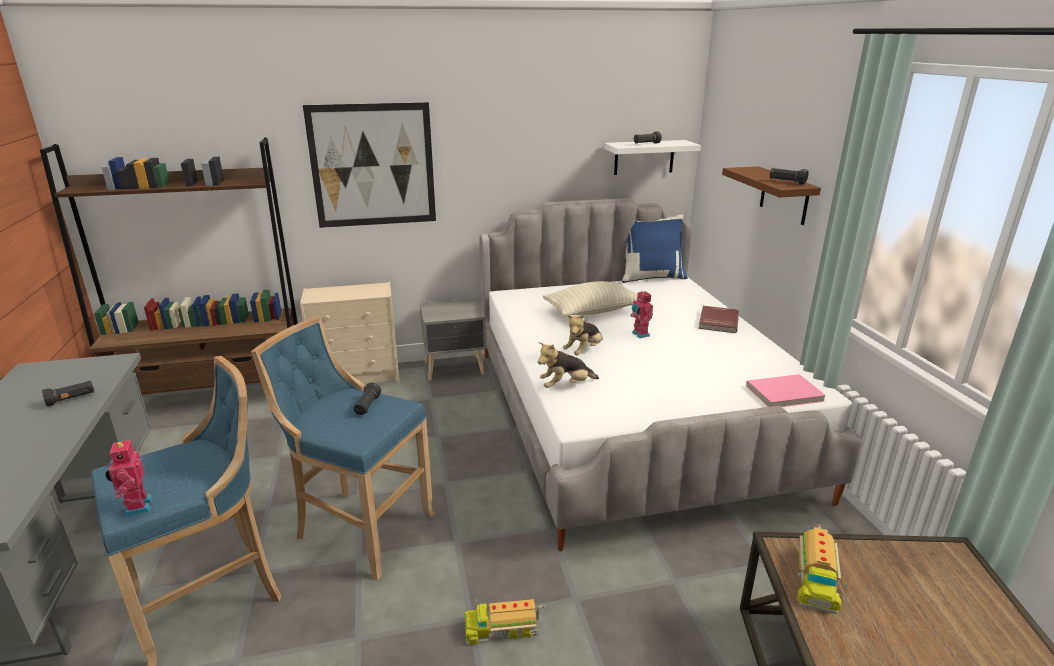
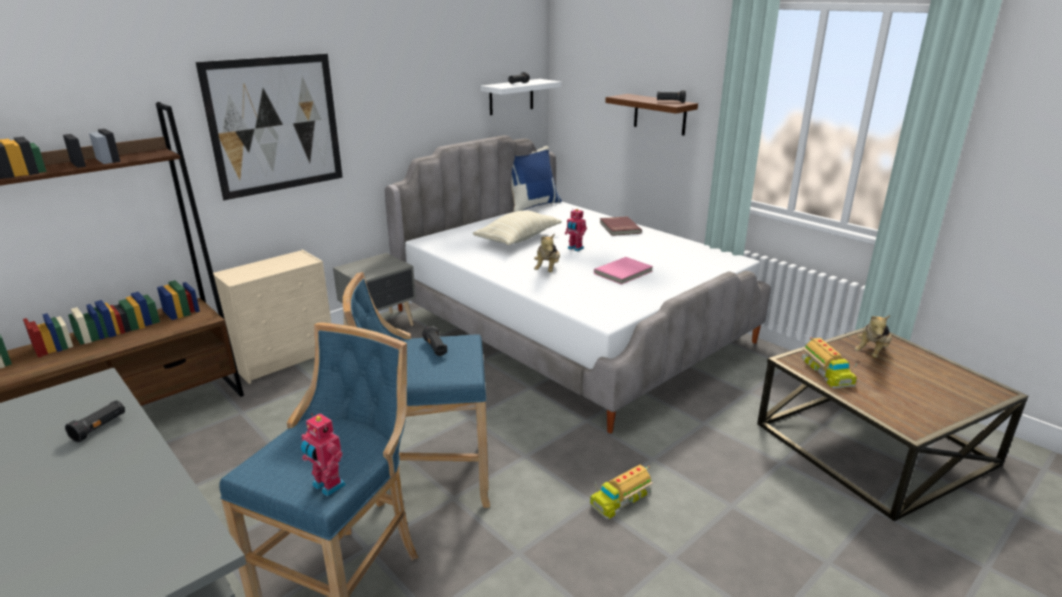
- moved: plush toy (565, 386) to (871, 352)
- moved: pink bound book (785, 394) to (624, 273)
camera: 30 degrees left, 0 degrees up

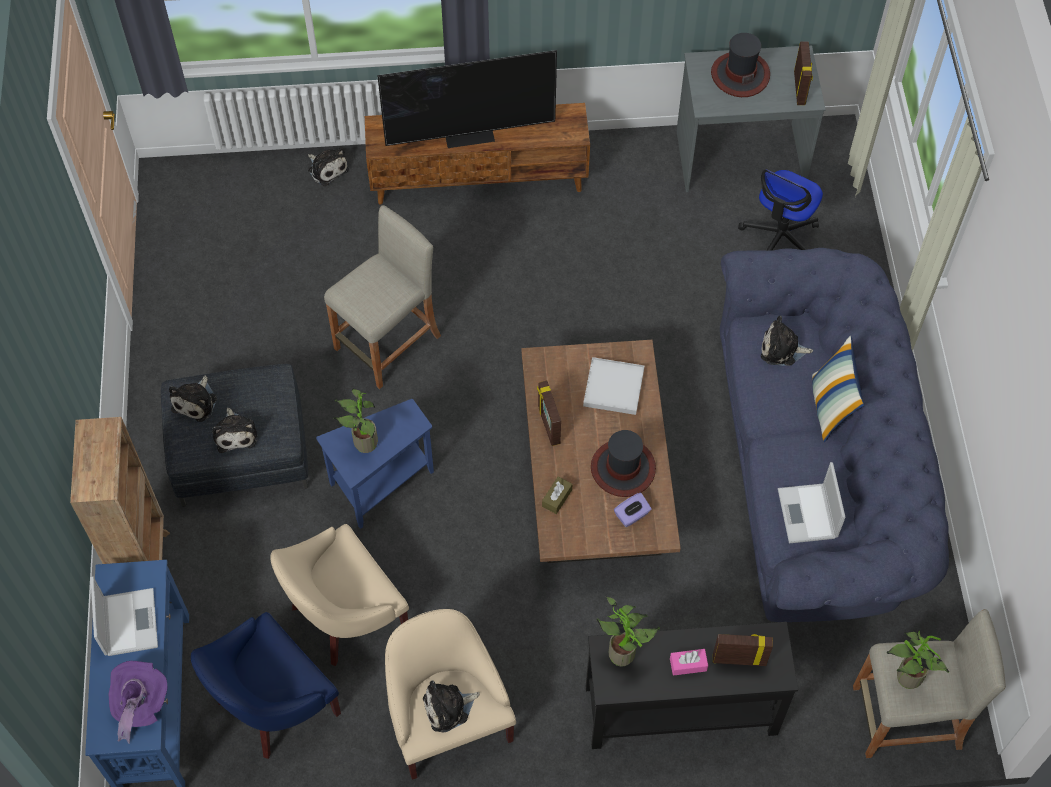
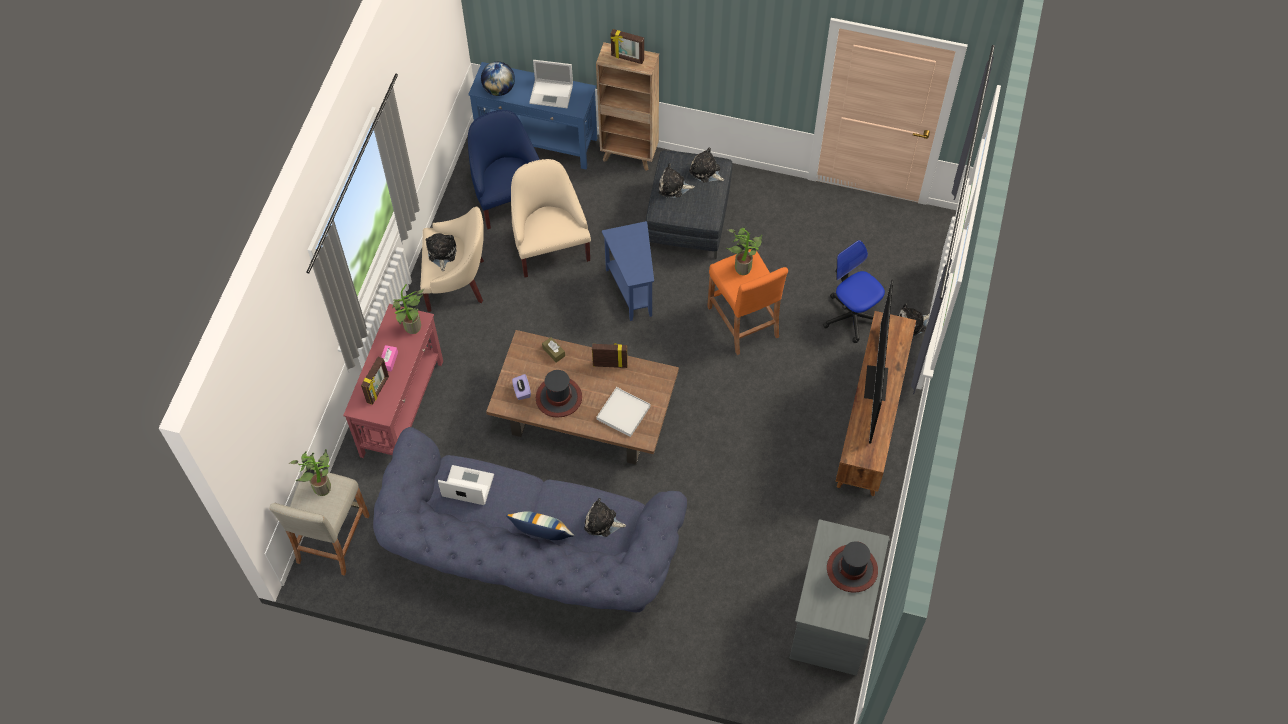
- replaced: purple-coloured clothing hat (139, 704) to globe (499, 89)
- recoloured: beige sitting stool (388, 343) to orangey sitting stool (743, 322)
- moved: houseplant (362, 443) to (743, 266)
- recoloured: blackish hall table (679, 710) to red-coloured hall table (403, 407)
- moved: office chair (780, 237) to (852, 316)
- turned: plush toy (782, 349) = (602, 522) 105 degrees counterclockwise
- moved: standing frame (800, 88) to (627, 58)
camera: 110 degrees right, 0 degrees up

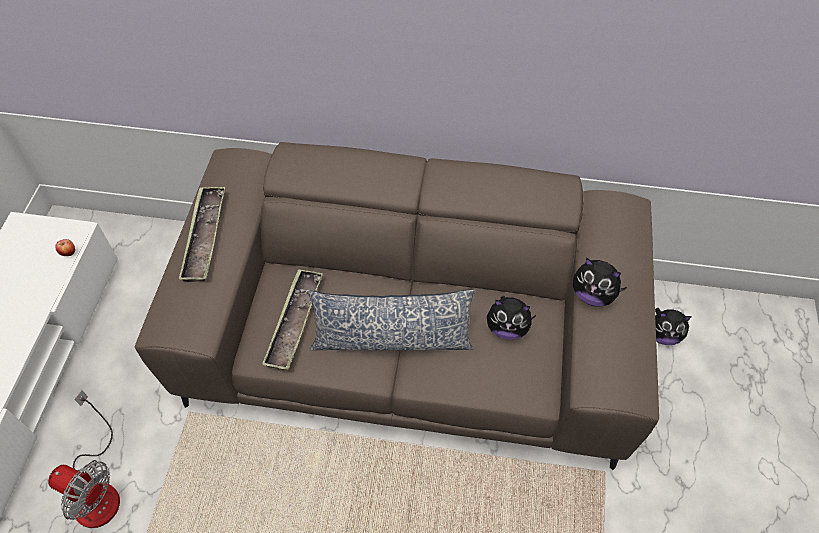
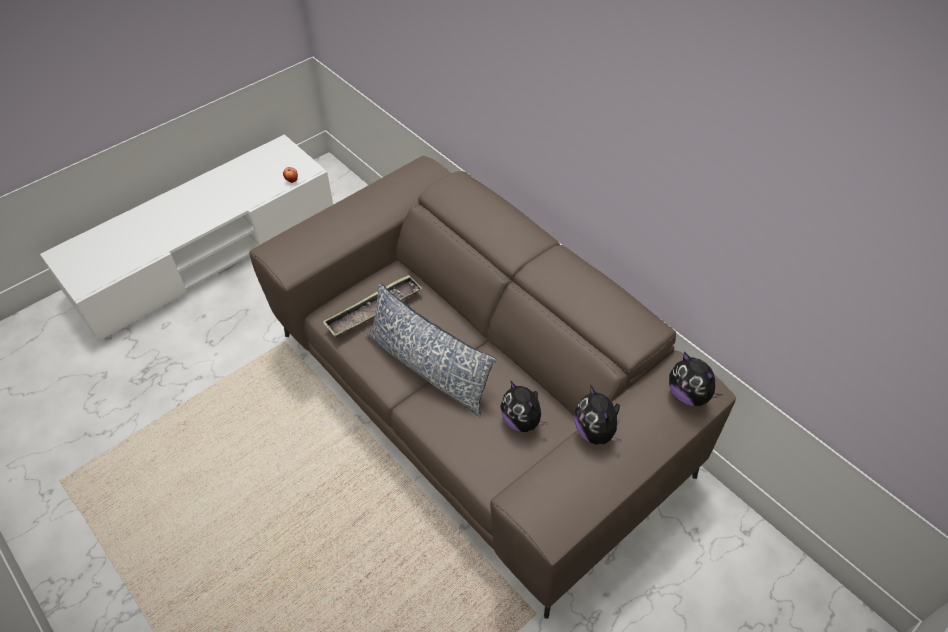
- removed: fan (97, 488)
- removed: tray (204, 237)
- moved: plush toy (662, 335) to (688, 395)
camera: 40 degrees right, 5 degrees down

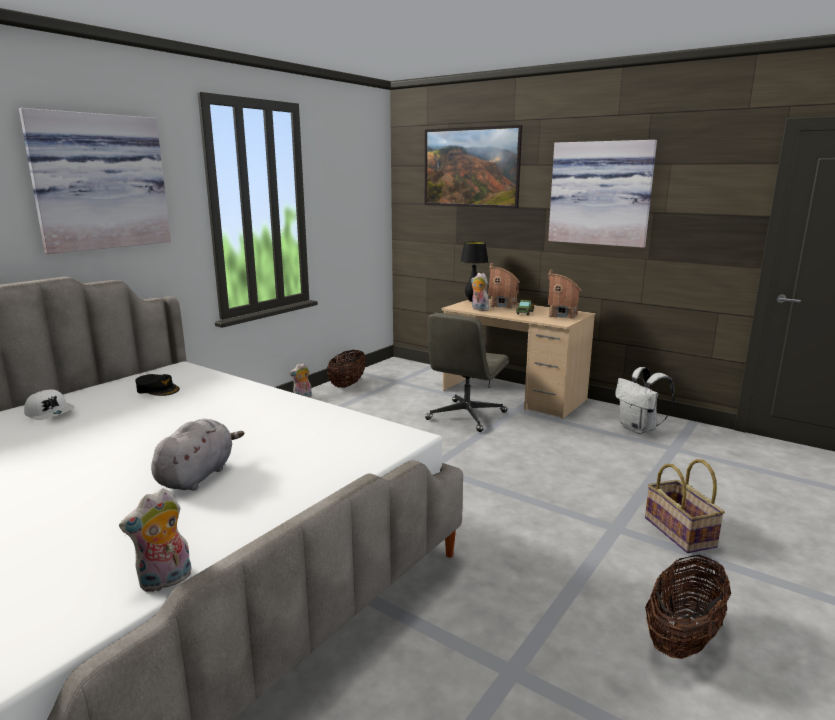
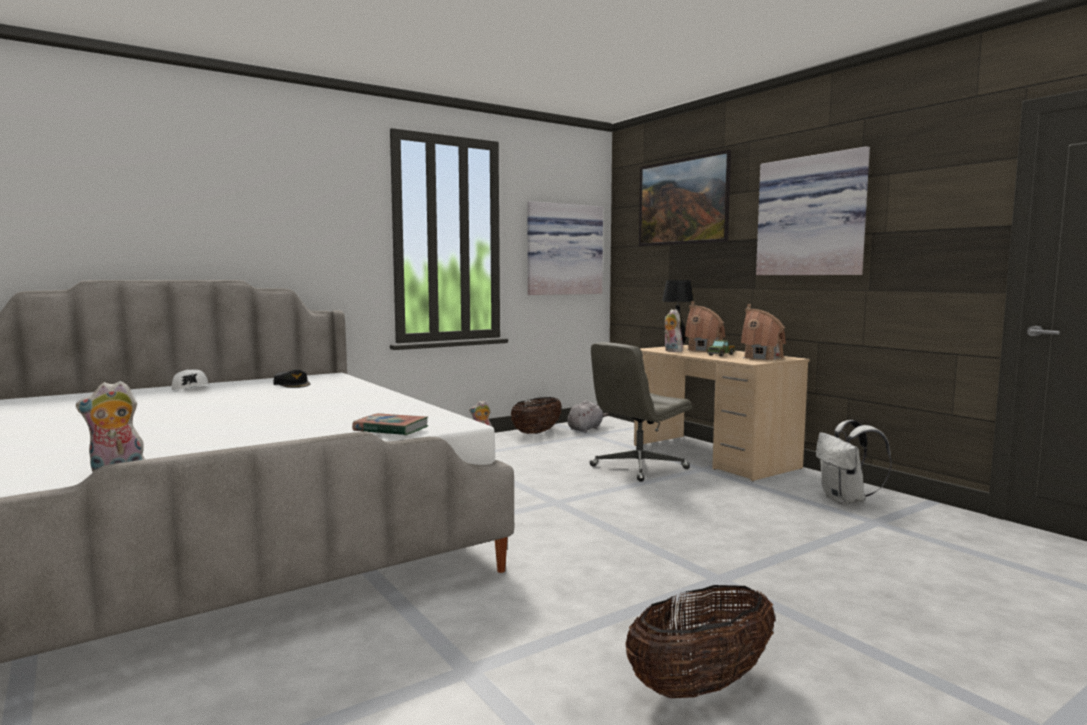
- moved: picture (99, 182) to (563, 249)
- moved: greyish plush toy (197, 475) to (586, 429)
- removed: household basket (680, 532)
- added: bound book (391, 429)
camera: 20 degrees right, 10 degrees down

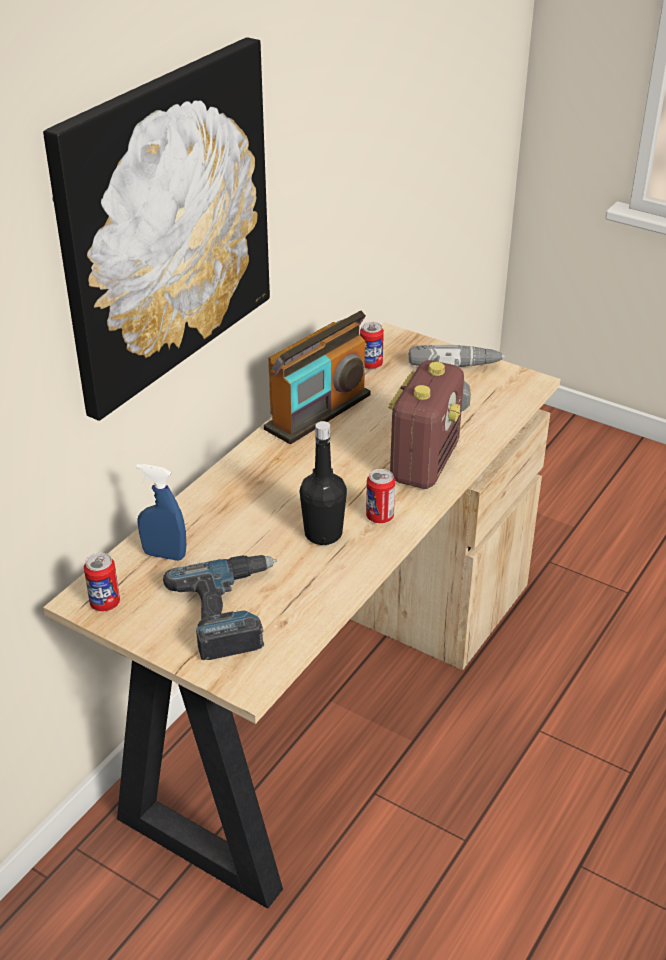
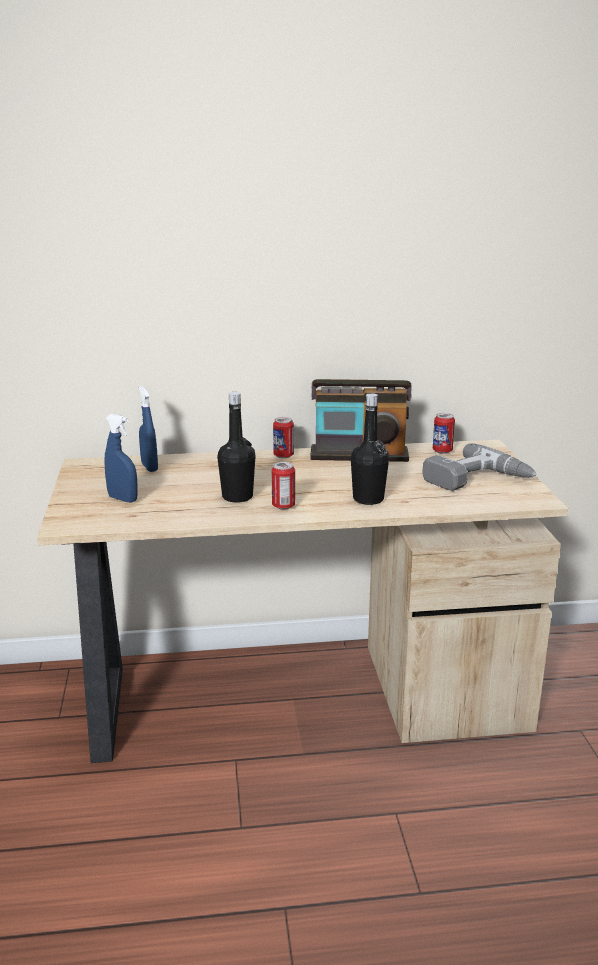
- removed: picture (165, 224)
- moved: can (105, 603) to (283, 455)
- replaced: drill (231, 612) to blue-coloured spray bottle (123, 499)
- replaced: radio (424, 462) to blackish drink bottle (368, 499)
camera: 50 degrees right, 15 degrees down

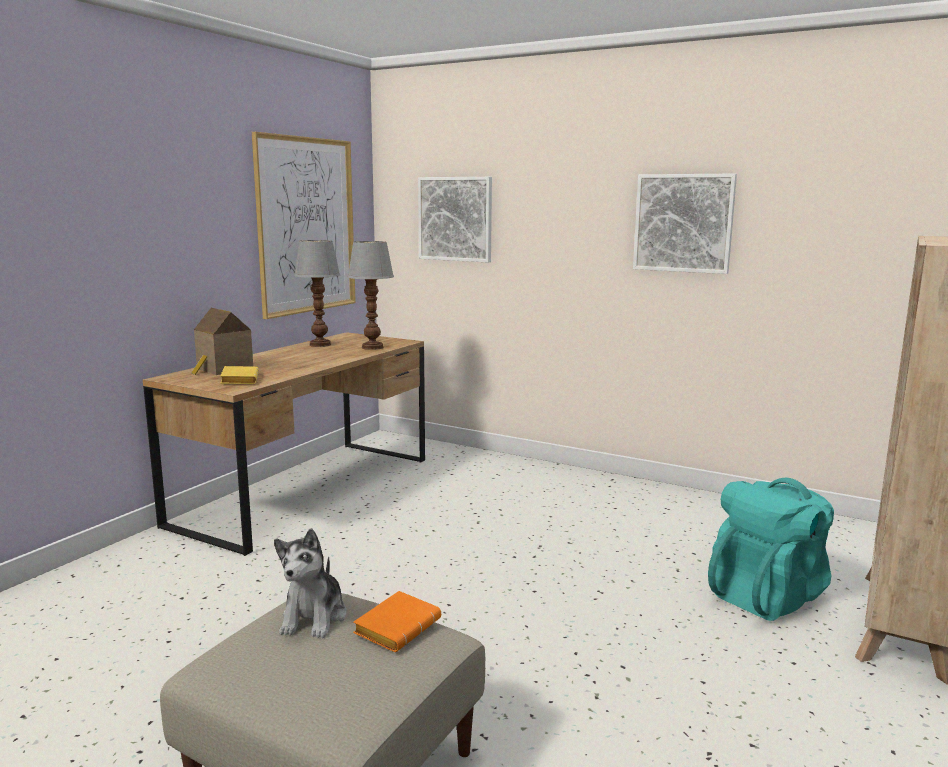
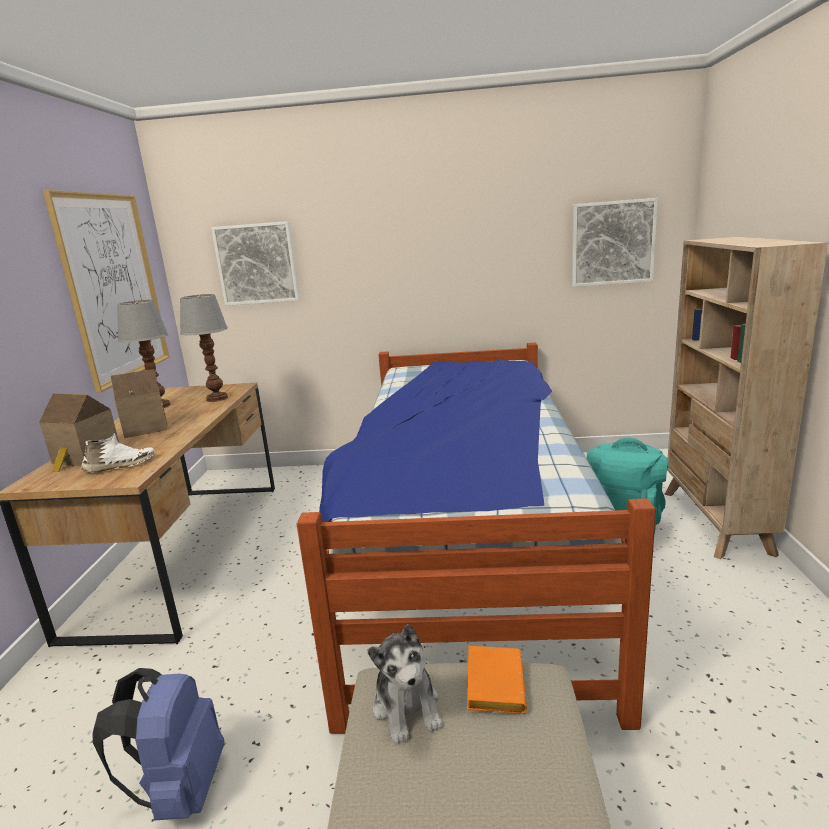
- replaced: yellow-coloured bound book (238, 380) to white low shoe (120, 466)
- moved: picture (683, 223) to (612, 243)
- added: blue-coloured backpack (180, 789)
- added: model house (145, 427)
- added: bed (466, 548)
camera: 25 degrees left, 5 degrees up

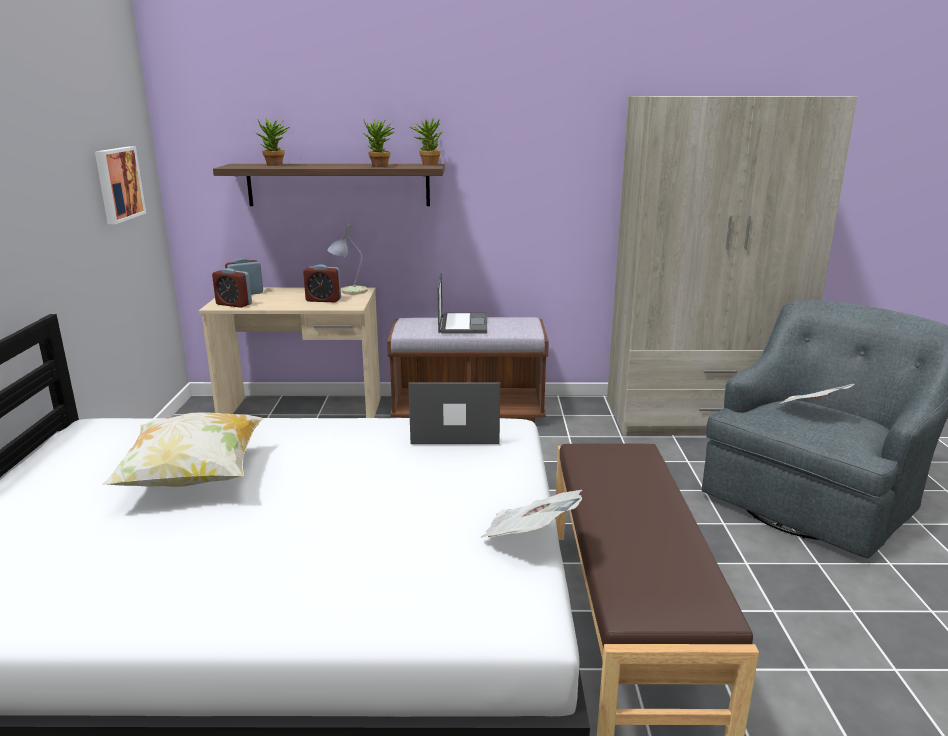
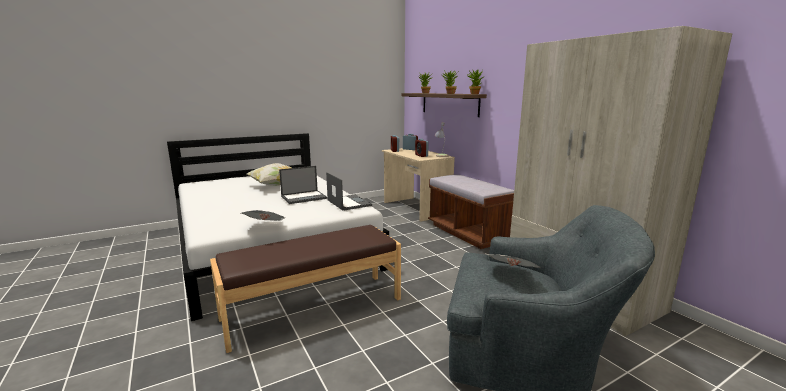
- removed: picture (117, 184)
- moved: laptop (462, 323) to (304, 197)
camera: 60 degrees right, 5 degrees down

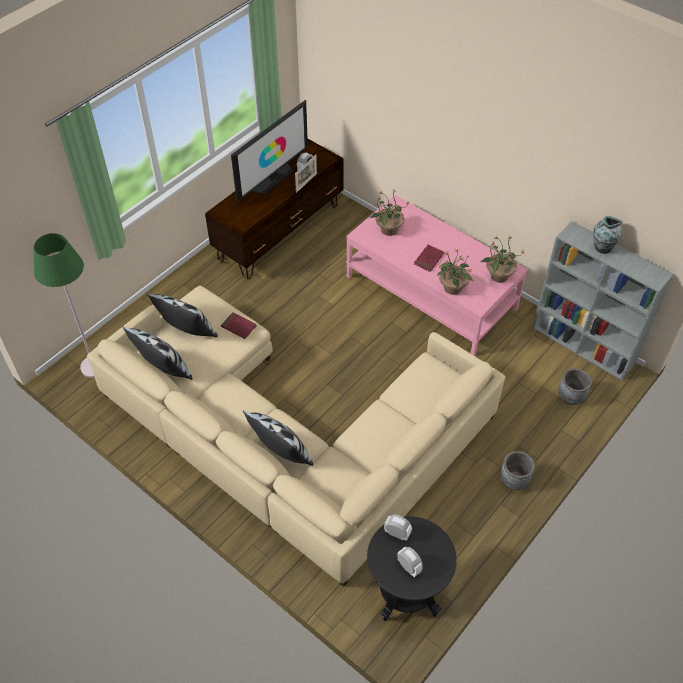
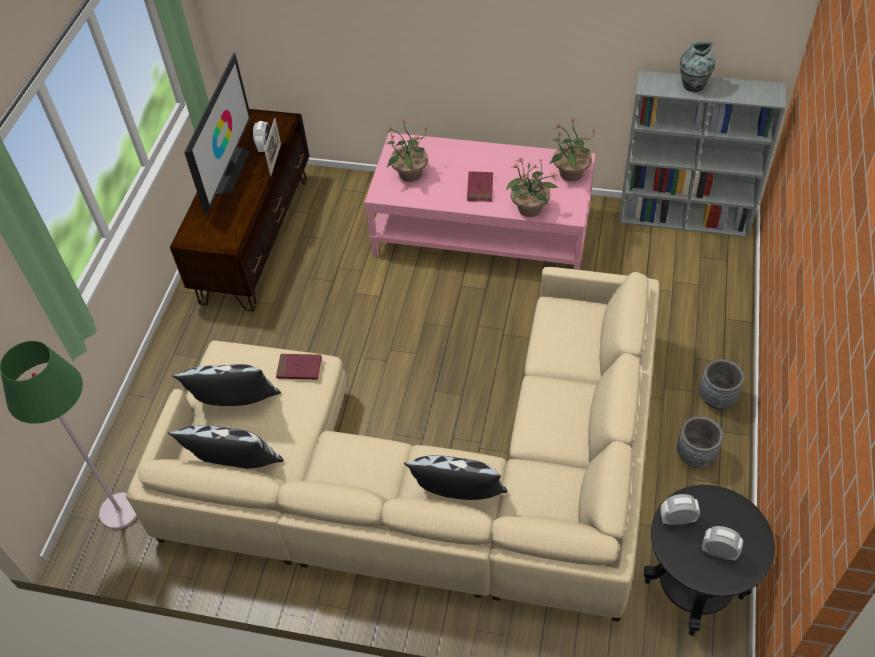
- moved: greyish plant pot (571, 397) to (695, 455)
camera: 25 degrees left, 0 degrees up

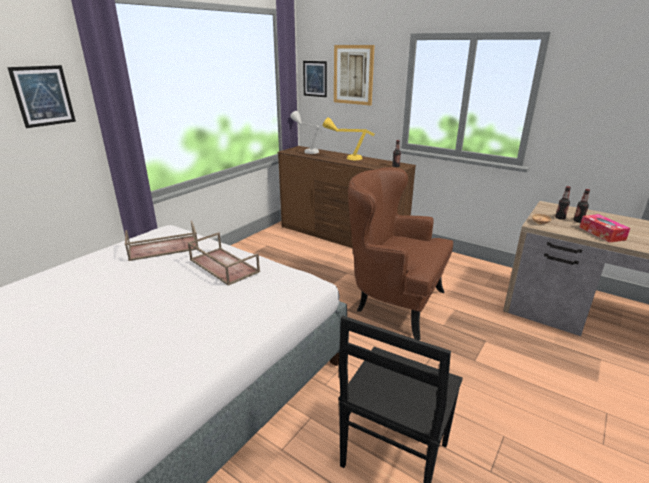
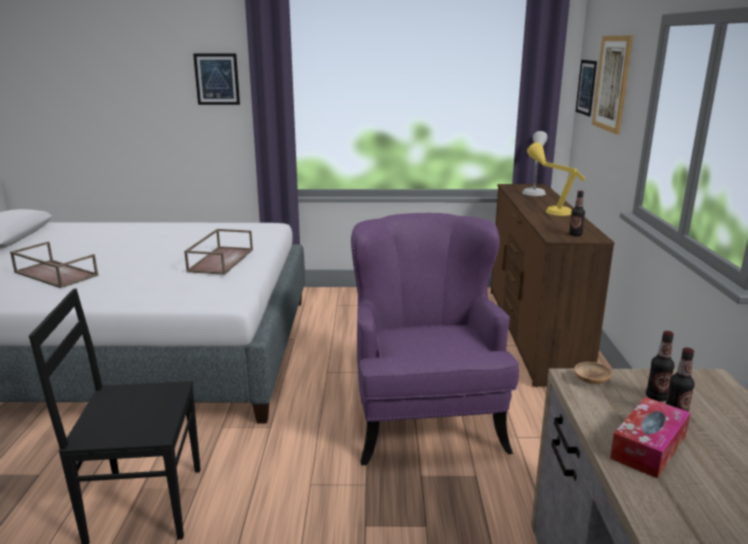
- moved: brown-coloured tray (162, 248) to (54, 274)
- recoloured: brown-coloured easy chair (393, 303) to purple-coloured easy chair (425, 421)
camera: 55 degrees right, 5 degrees down

